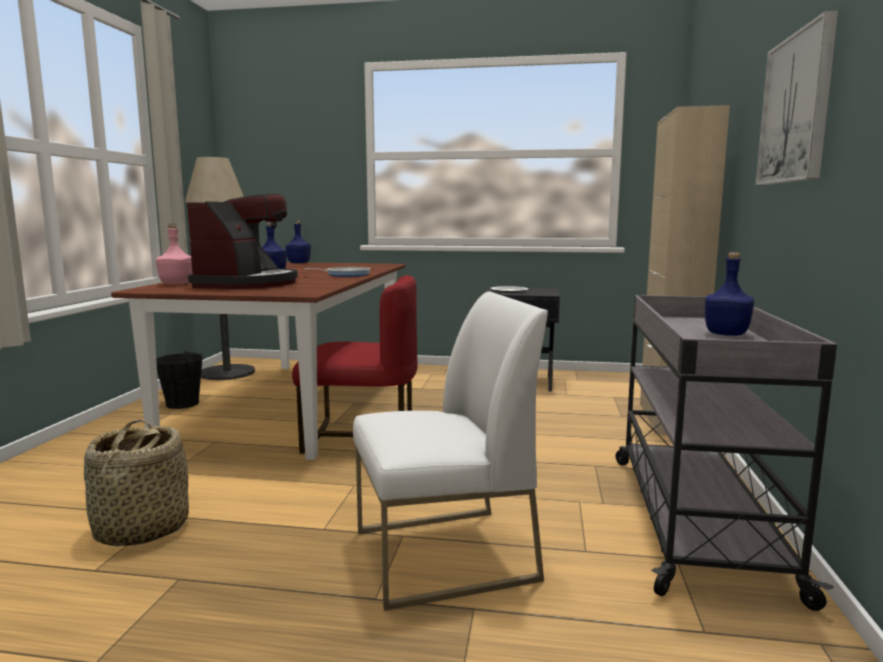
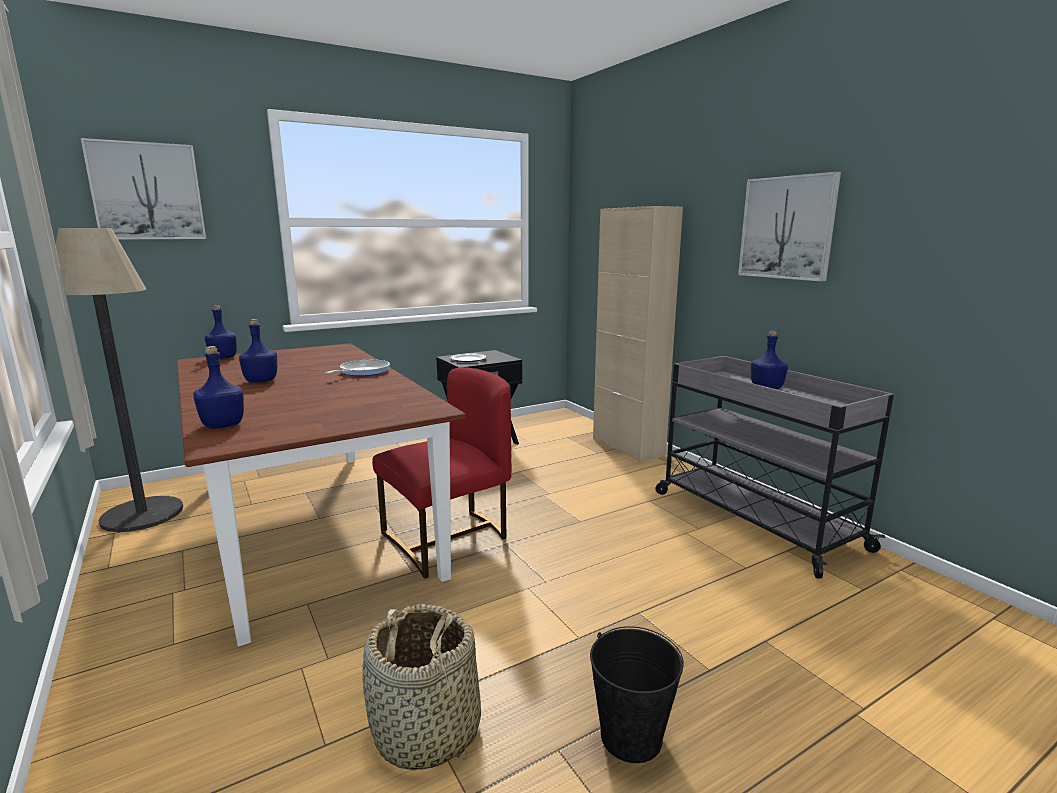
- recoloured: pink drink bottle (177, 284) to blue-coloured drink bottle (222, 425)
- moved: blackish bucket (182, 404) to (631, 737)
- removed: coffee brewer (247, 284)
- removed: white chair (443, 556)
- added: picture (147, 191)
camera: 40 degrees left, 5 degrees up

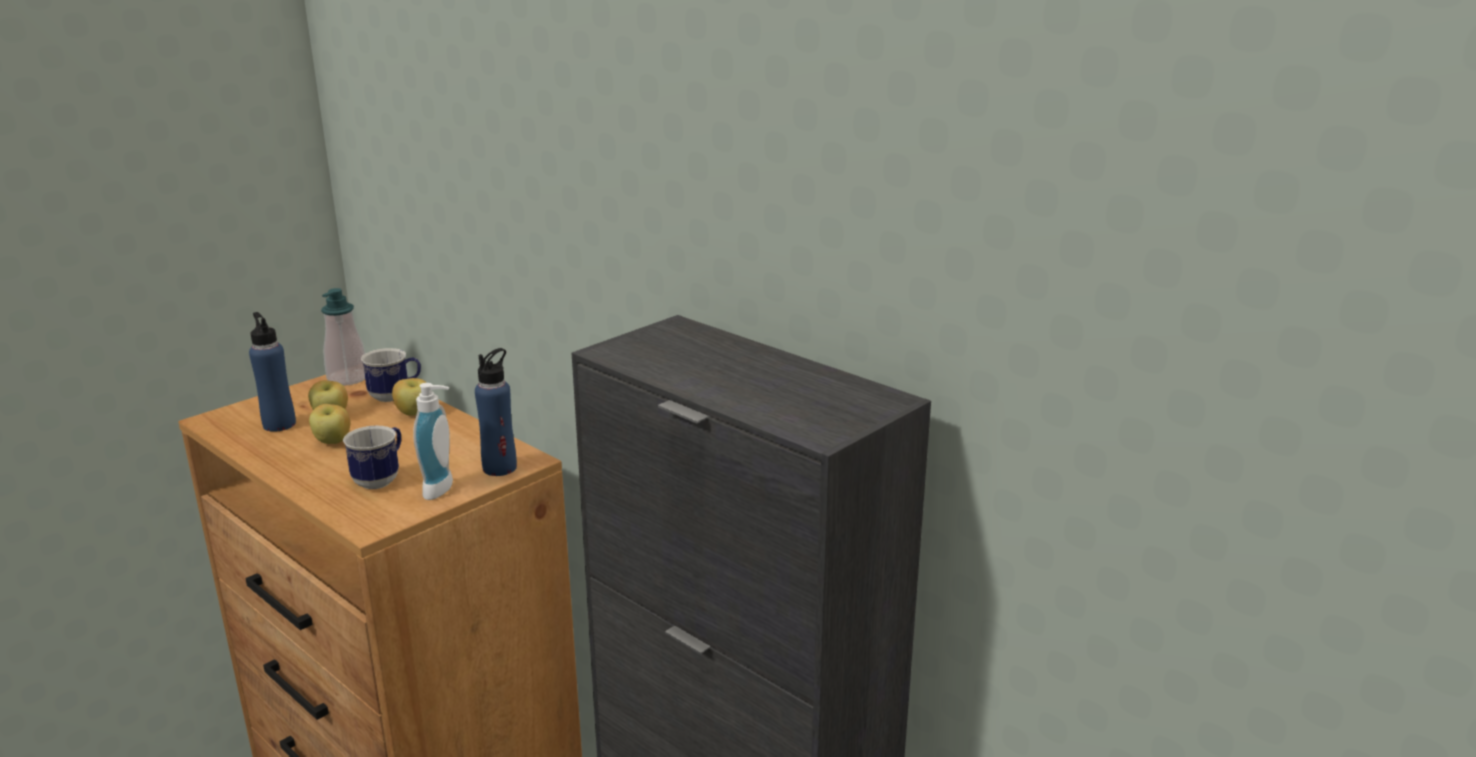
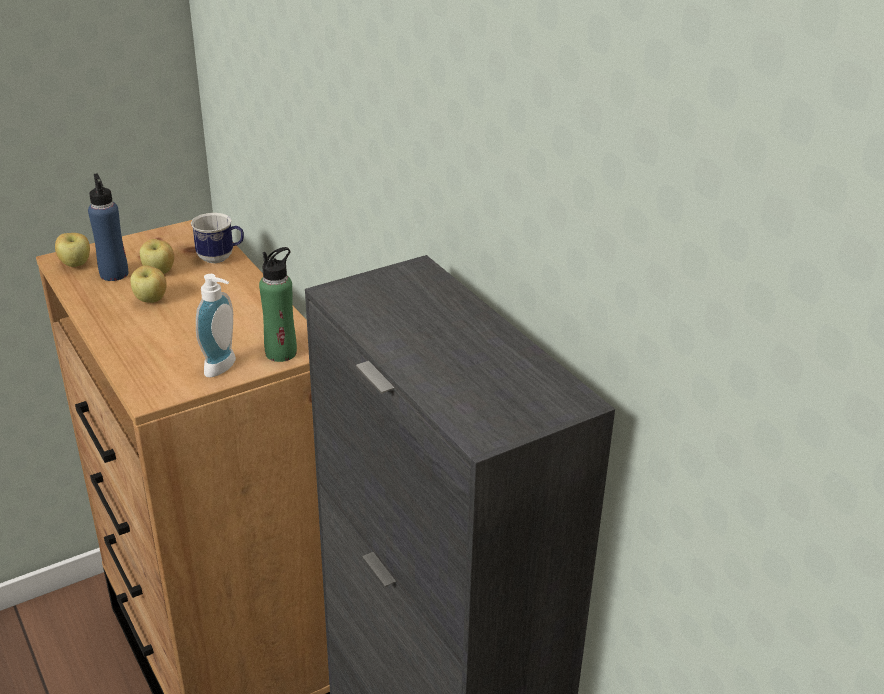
- removed: liquid soap bottle (348, 378)
- removed: coffee mug (381, 479)
- moved: apple fruit (414, 413) to (76, 264)
- recoloured: blue-coloured drink bottle (500, 468) to green drink bottle (281, 353)
camera: 15 degrees right, 10 degrees up

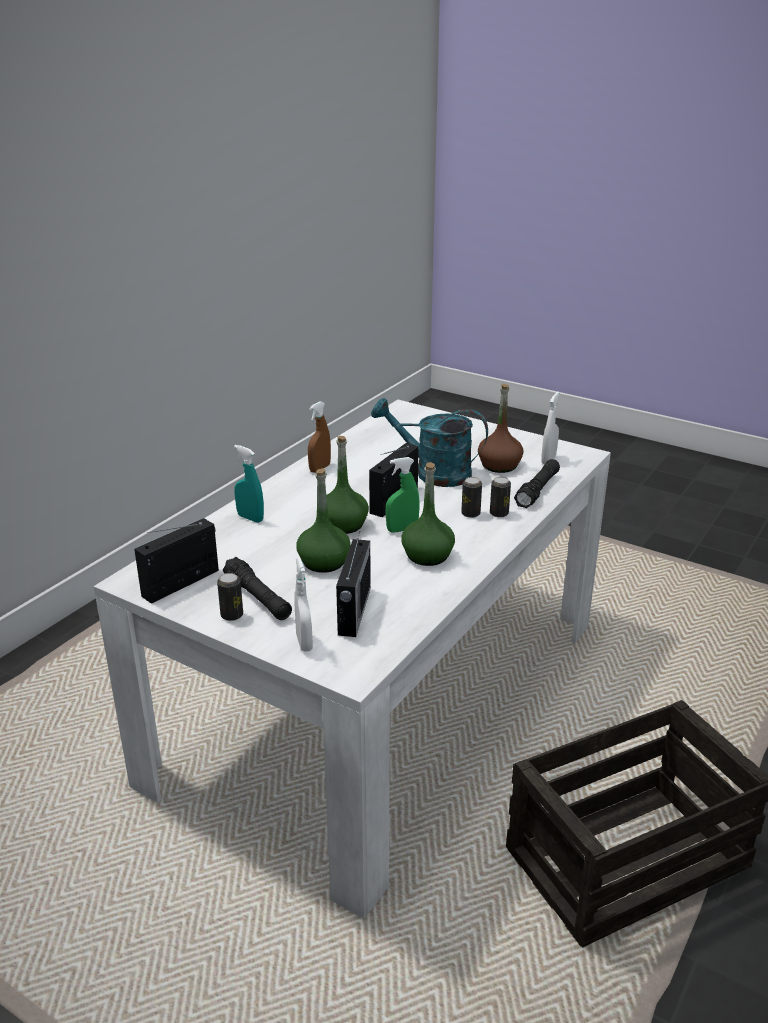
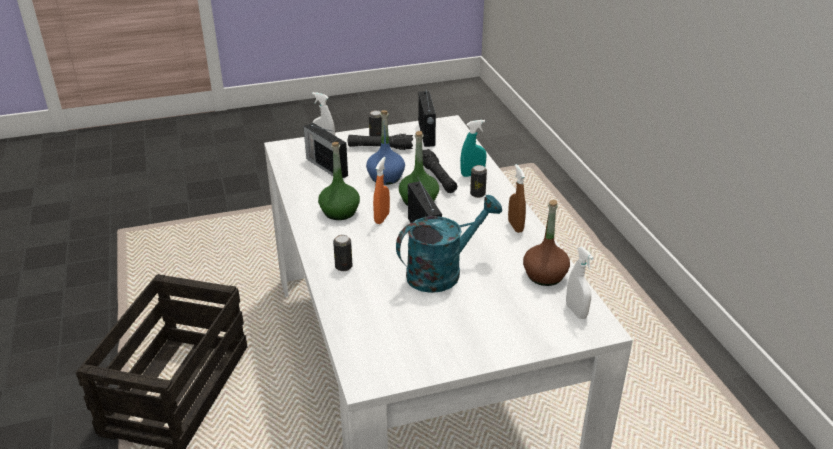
- recoloured: green drink bottle (324, 562) to blue-coloured drink bottle (385, 177)
- recoloured: green spray bottle (402, 529) to orangey spray bottle (382, 218)
- moved: can (470, 513) to (477, 194)
- moved: brown-coloured drink bottle (499, 465) to (544, 275)
- moved: blackish torch (537, 490) to (438, 177)
- moved: white spray bottle (548, 460) to (576, 311)
camera: 130 degrees right, 5 degrees up

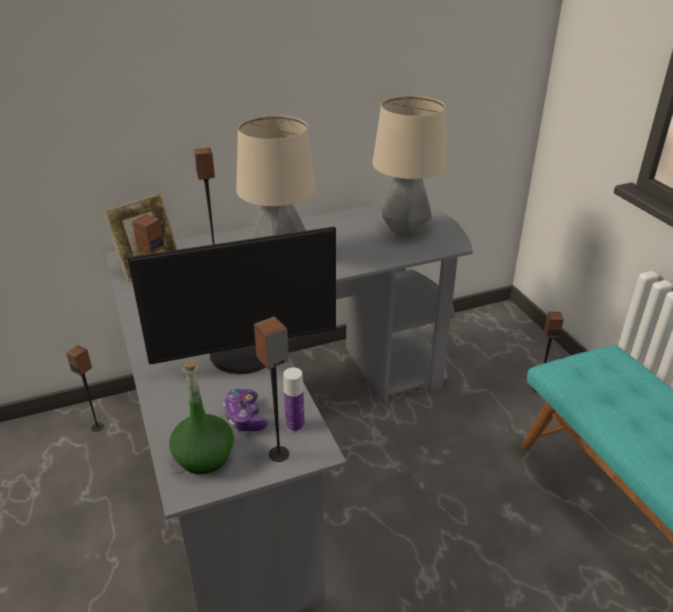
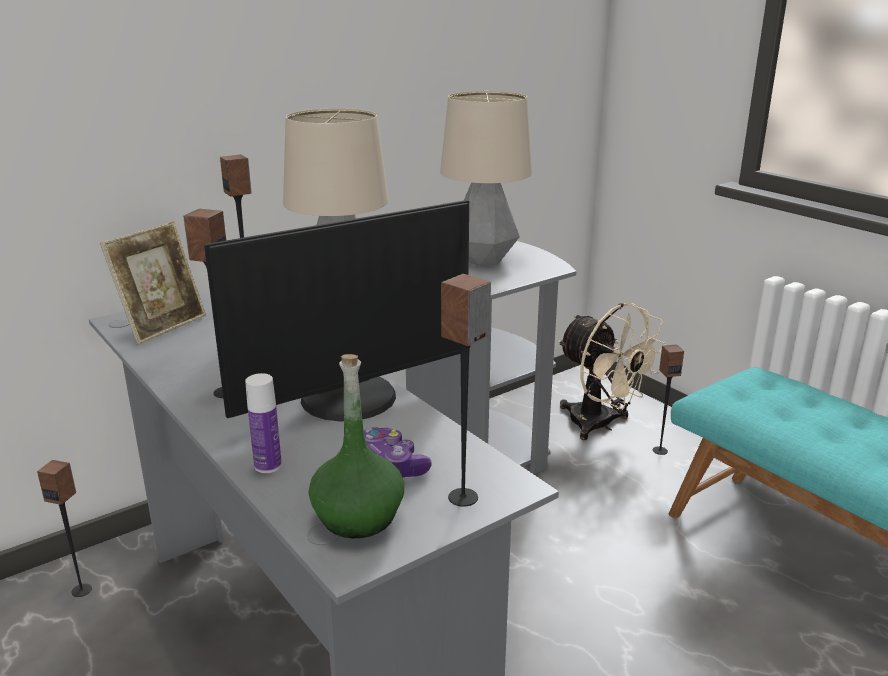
- moved: drink bottle (295, 425) to (268, 465)
- added: beige fan (600, 425)
camera: 15 degrees left, 10 degrees down

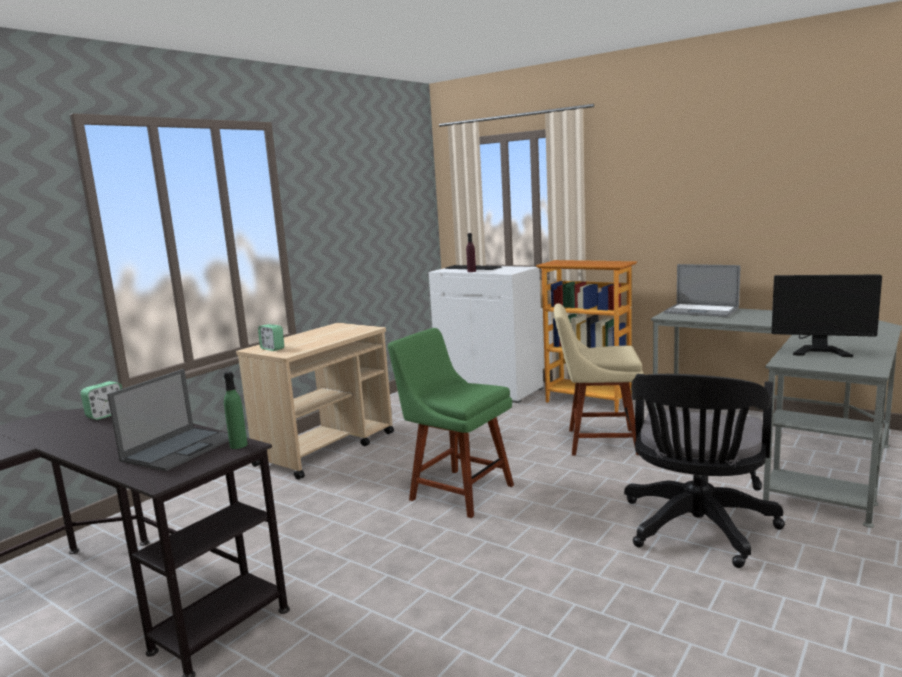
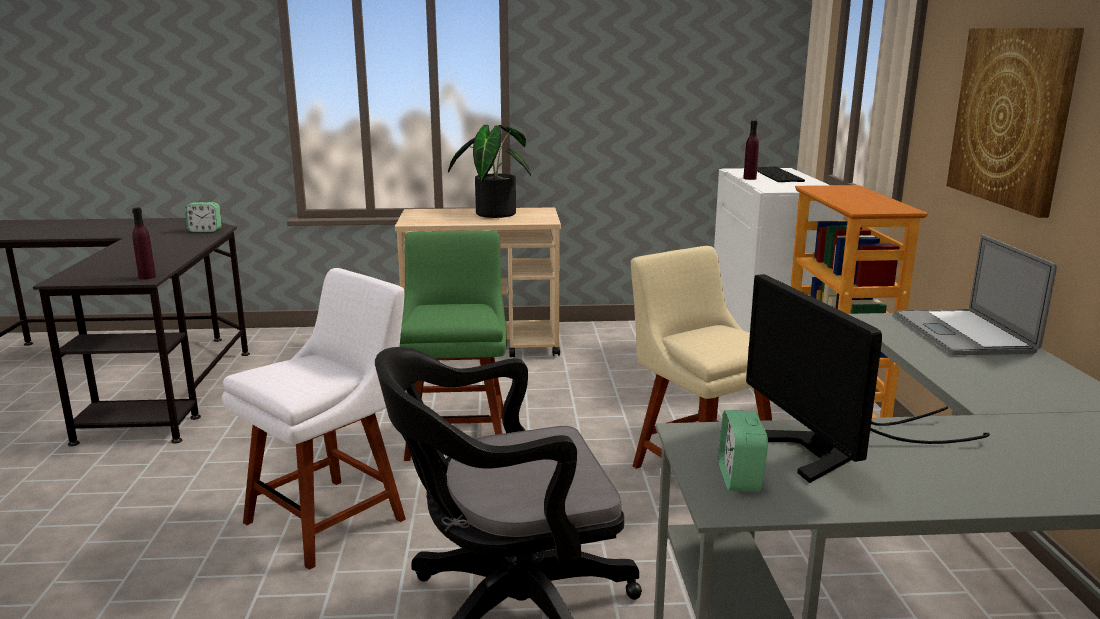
- removed: laptop (180, 448)
- recoloured: green drink bottle (238, 445) to purple-coloured drink bottle (147, 277)
- moved: table clock (272, 349) to (739, 478)
- added: white chair (332, 517)
- added: houseplant (493, 213)
- added: picture (1012, 116)
camera: 50 degrees right, 5 degrees up

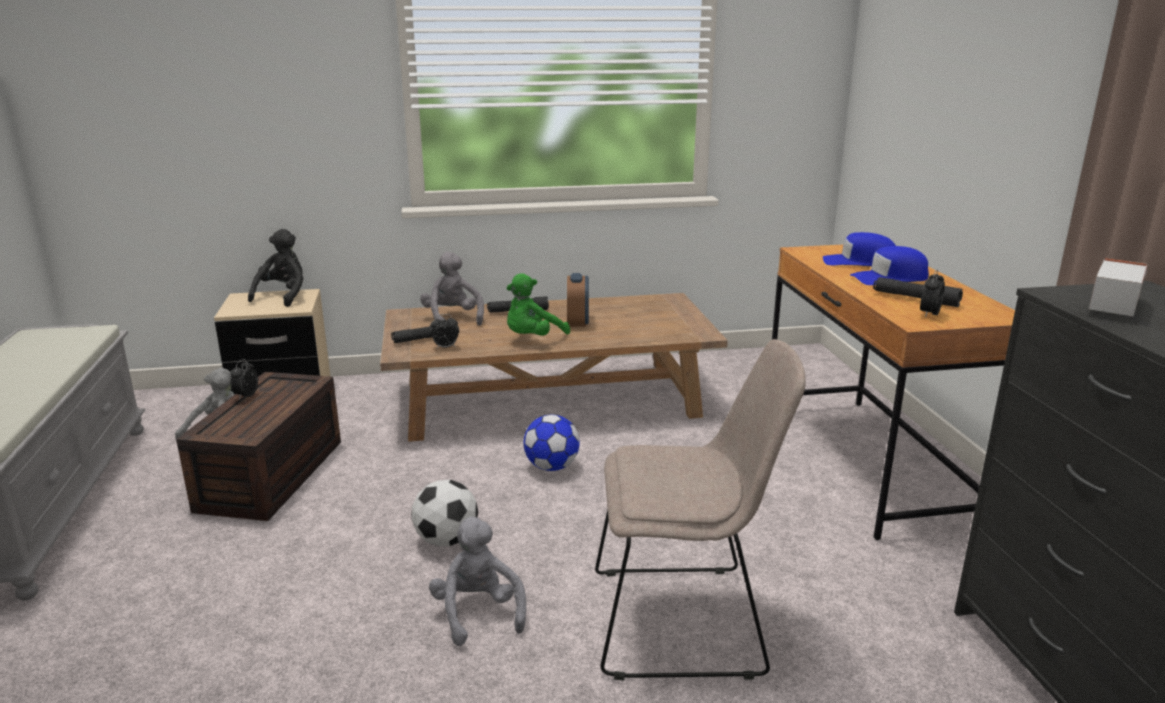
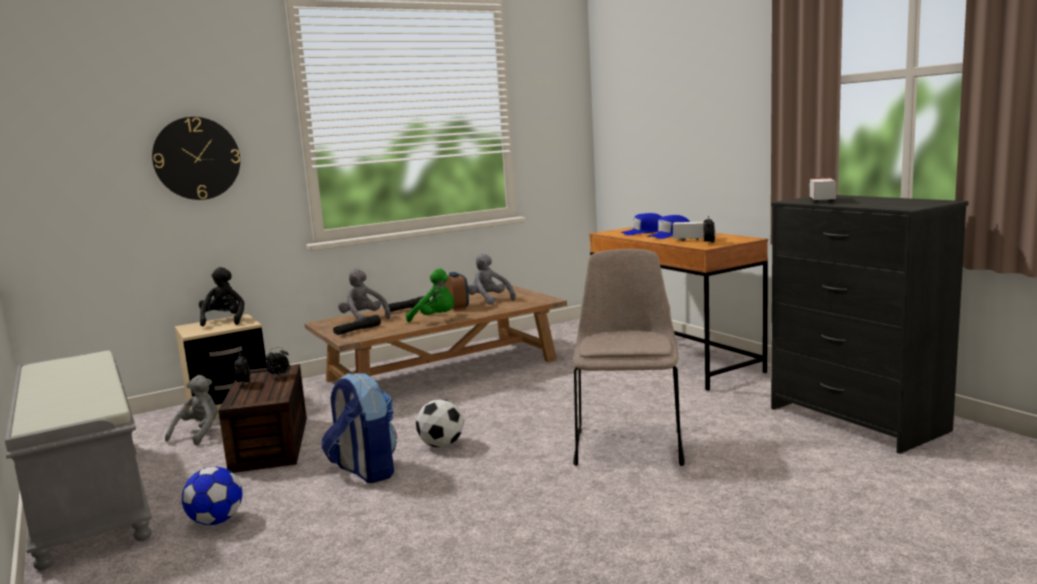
- moved: greyish plush toy (478, 612) to (489, 301)
- moved: table clock (445, 348) to (279, 376)
- turned: green plush toy (532, 338) = (436, 318) 90 degrees counterclockwise
- moved: football (551, 467) to (216, 521)
- turned: beige chair (684, 621) = (628, 444) 60 degrees counterclockwise
- replaced: blackish torch (915, 299) to toy truck (694, 240)
- added: wall clock (196, 158)
- added: backpack (364, 471)
camera: 20 degrees left, 10 degrees down

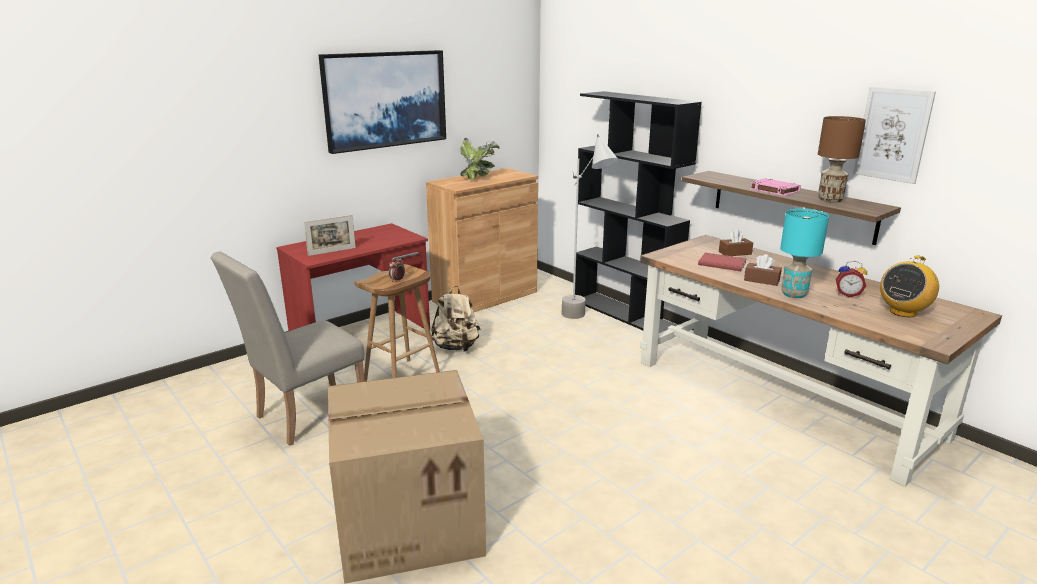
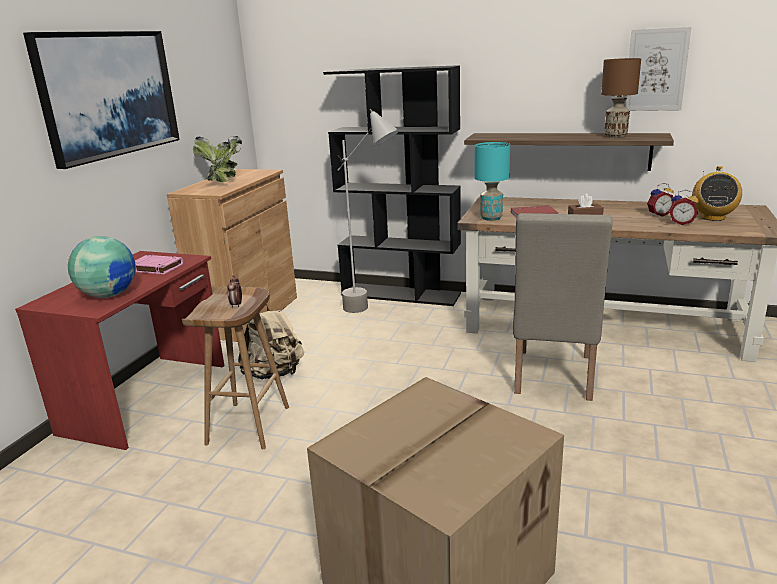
- moved: beige chair (304, 416) to (552, 378)
- replaced: standing frame (332, 251) to globe (108, 295)
- removed: brown-coloured tissue holder (735, 253)
- moved: pink bound book (773, 190) to (155, 268)
- moved: blue-green table lamp (794, 294) to (491, 218)
- added: table clock (681, 223)
camera: 30 degrees left, 0 degrees up

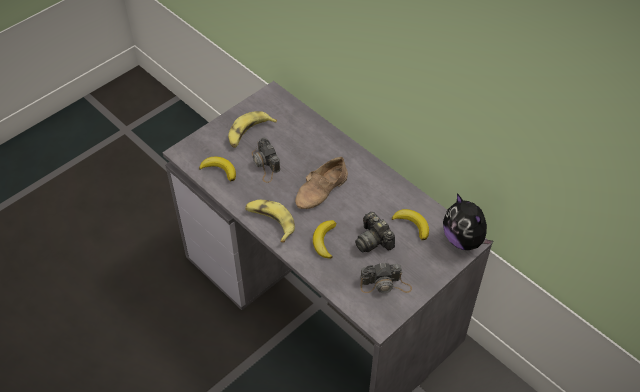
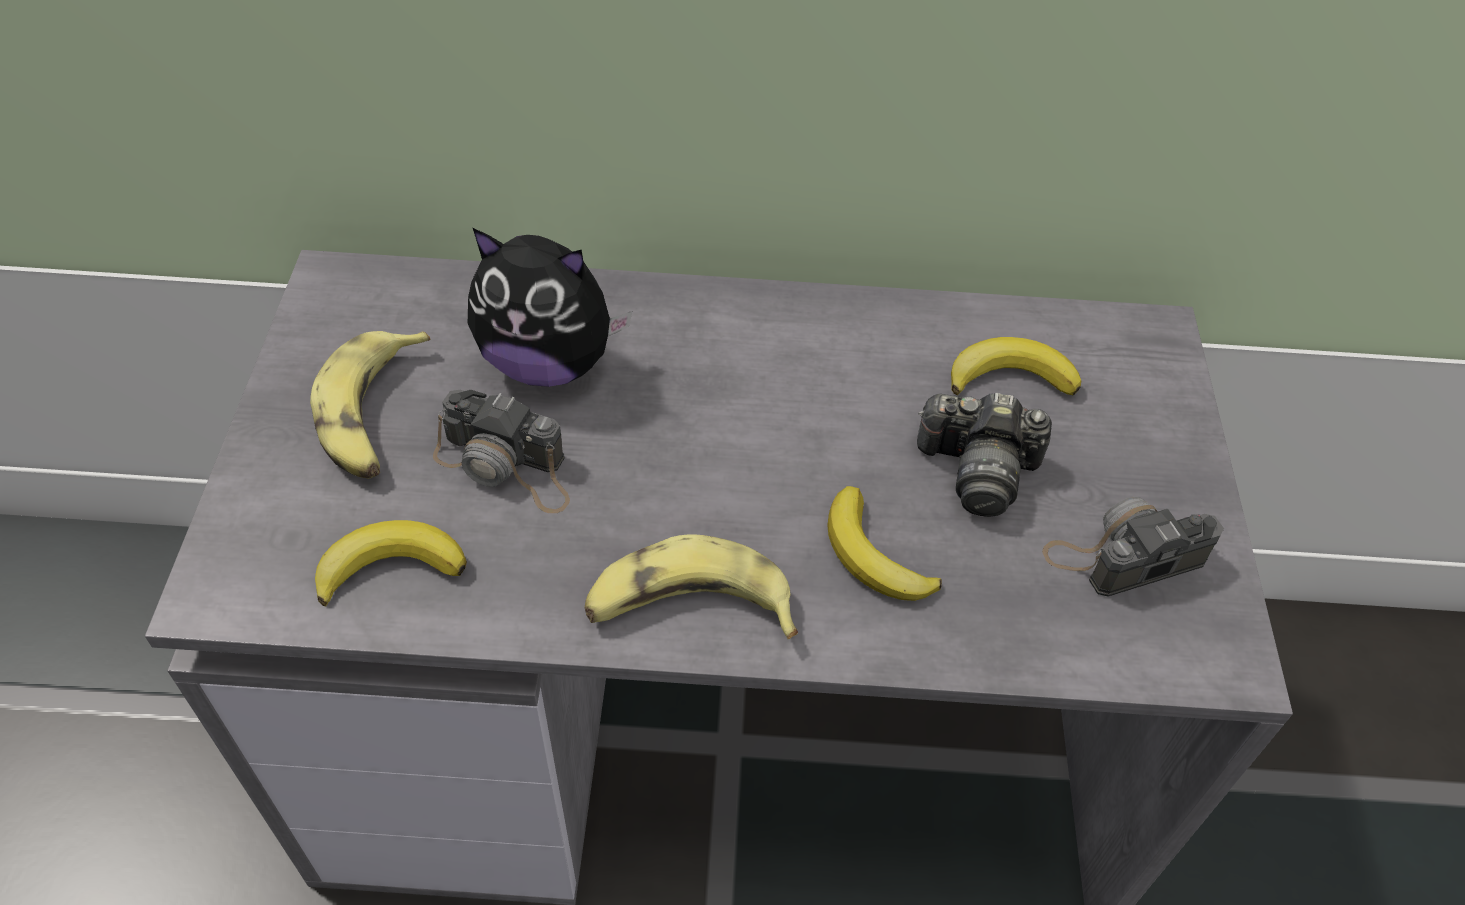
- removed: beige low shoe (322, 190)
- turned: photo camera (385, 284) = (1125, 555) 150 degrees counterclockwise
- moved: plush toy (464, 239) to (548, 362)
camera: 45 degrees left, 0 degrees up

